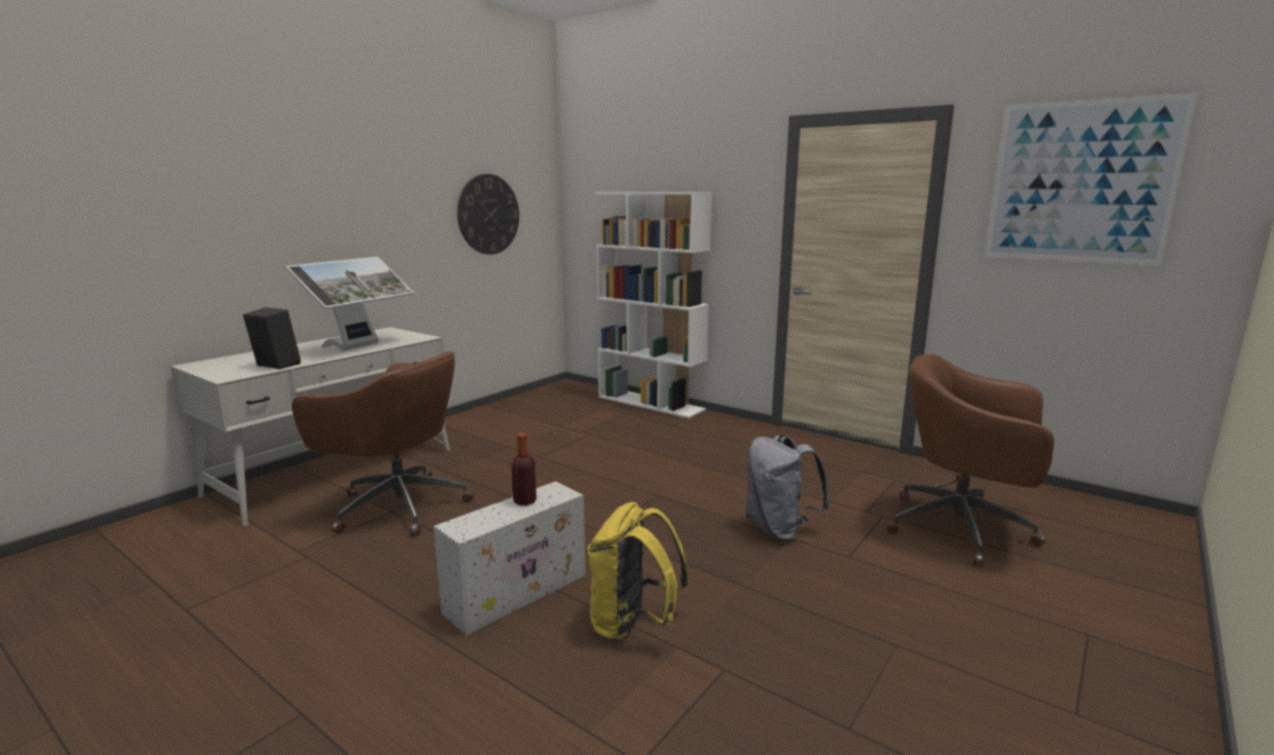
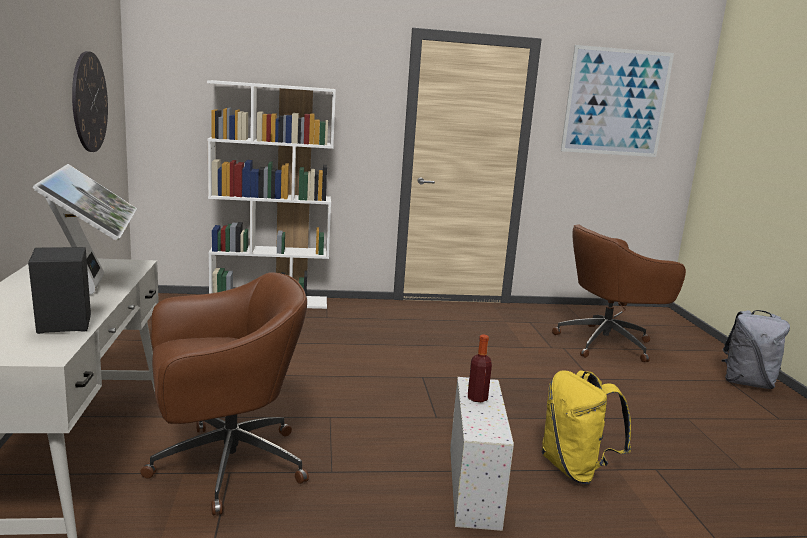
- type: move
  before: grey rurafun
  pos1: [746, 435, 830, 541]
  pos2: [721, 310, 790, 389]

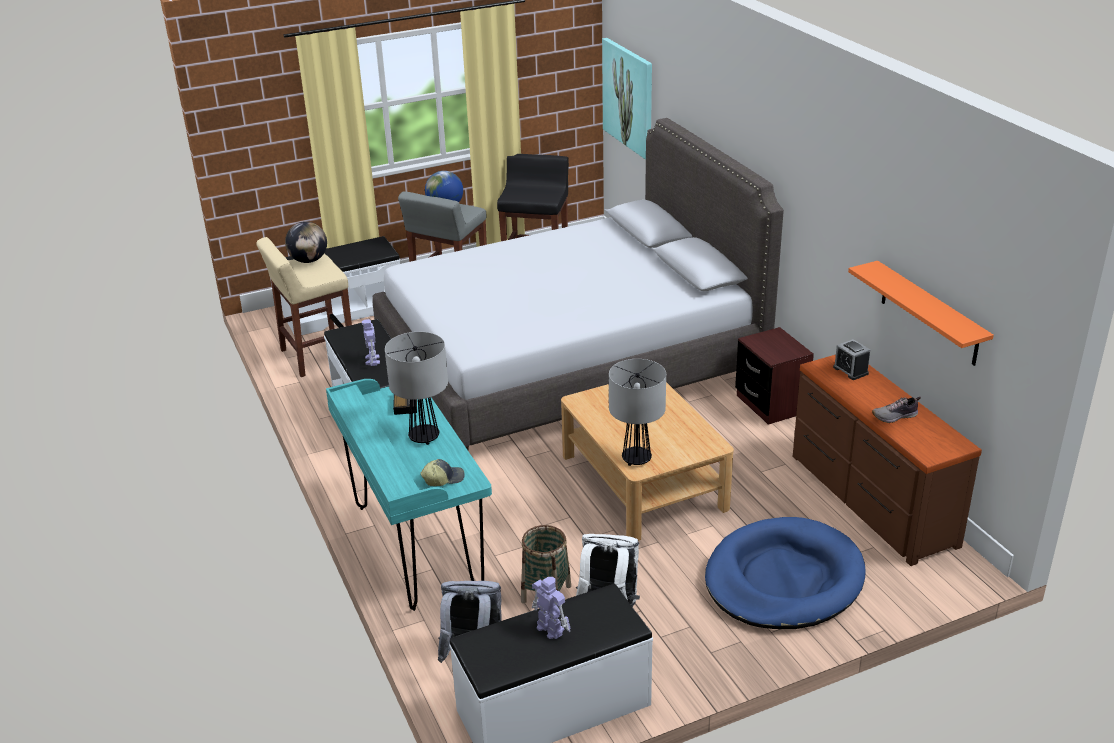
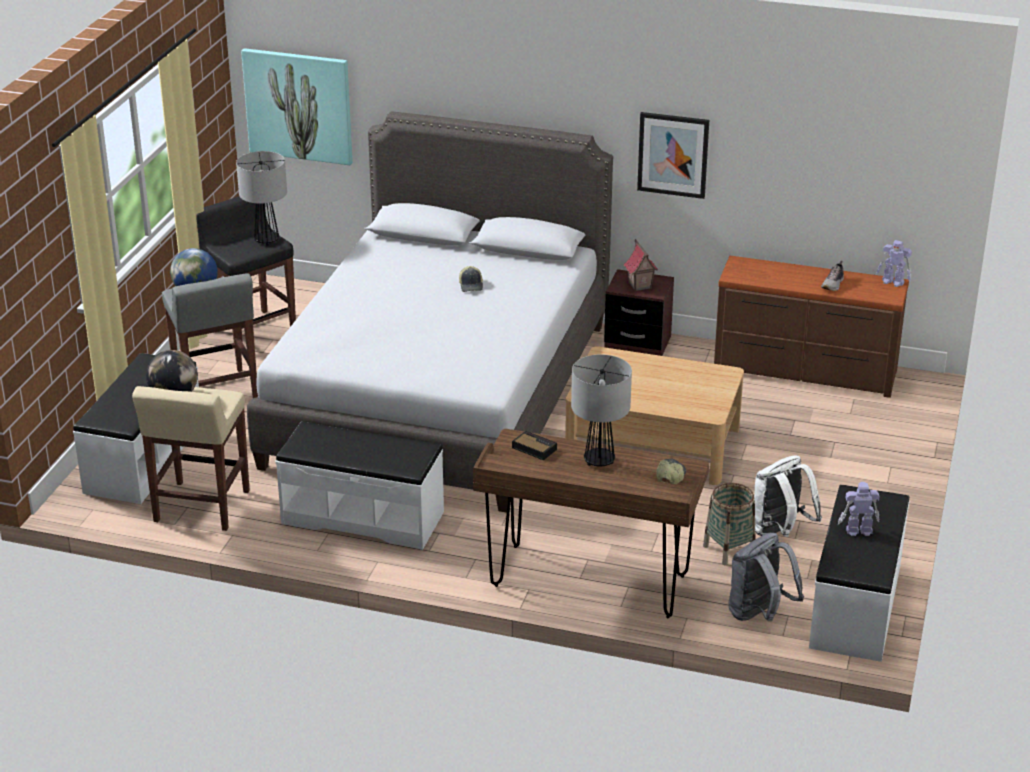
- type: move
  before: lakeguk
  pos1: [609, 359, 666, 466]
  pos2: [236, 151, 287, 246]
- type: insert
  after: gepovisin
  pos2: [459, 266, 483, 292]
- type: recolor
  before: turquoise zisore
  after: brown zisore
  pos1: [326, 379, 492, 611]
  pos2: [473, 429, 709, 618]
- type: insert
  after: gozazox
  pos2: [624, 239, 658, 291]
- type: insert
  after: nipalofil
  pos2: [637, 112, 709, 199]
- type: move
  before: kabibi
  pos1: [362, 319, 380, 366]
  pos2: [876, 240, 912, 287]
- type: delete
  before: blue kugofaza
  pos1: [705, 517, 866, 629]
- type: delete
  before: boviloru
  pos1: [833, 339, 870, 380]
- type: delete
  before: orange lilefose
  pos1: [848, 261, 994, 366]

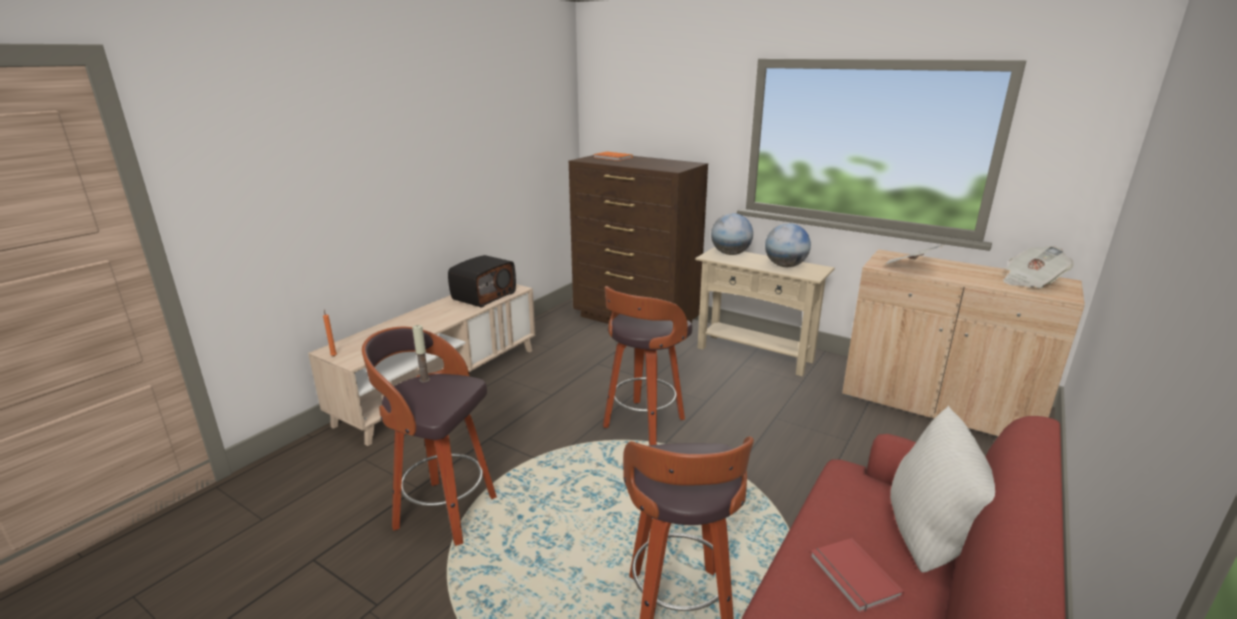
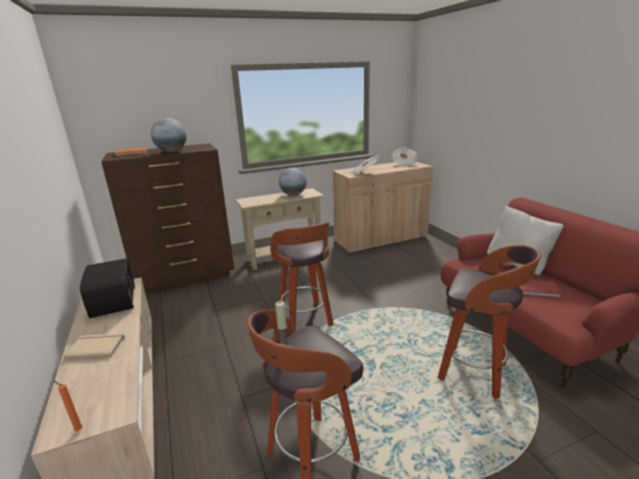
- type: insert
  after: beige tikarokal
  pos2: [64, 333, 125, 360]
- type: move
  before: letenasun
  pos1: [711, 213, 753, 255]
  pos2: [151, 118, 187, 152]

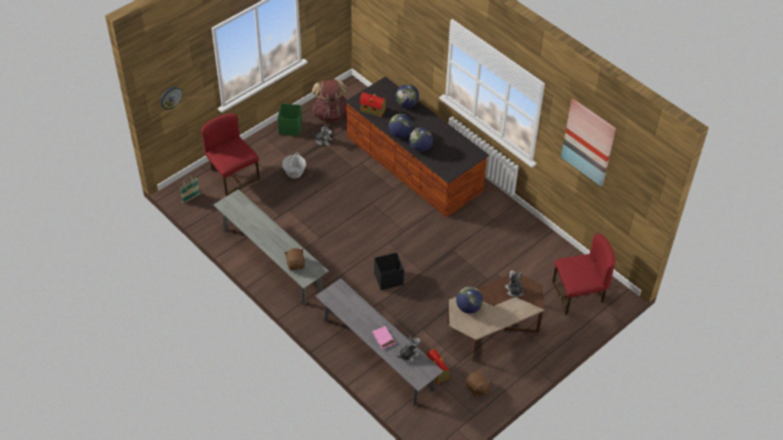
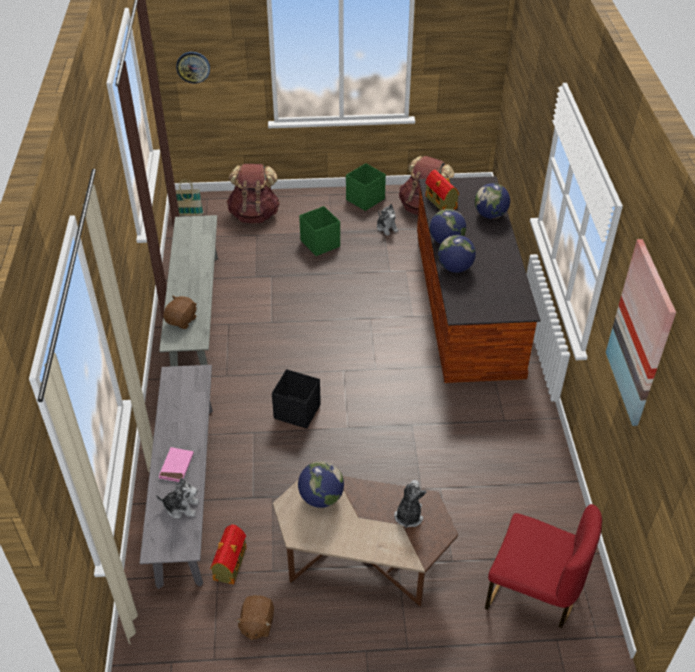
- type: replace
  before: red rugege
  after: brown rurafun
  pos1: [201, 113, 260, 196]
  pos2: [226, 164, 280, 223]
- type: replace
  before: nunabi
  after: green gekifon
  pos1: [282, 153, 306, 179]
  pos2: [299, 206, 340, 256]

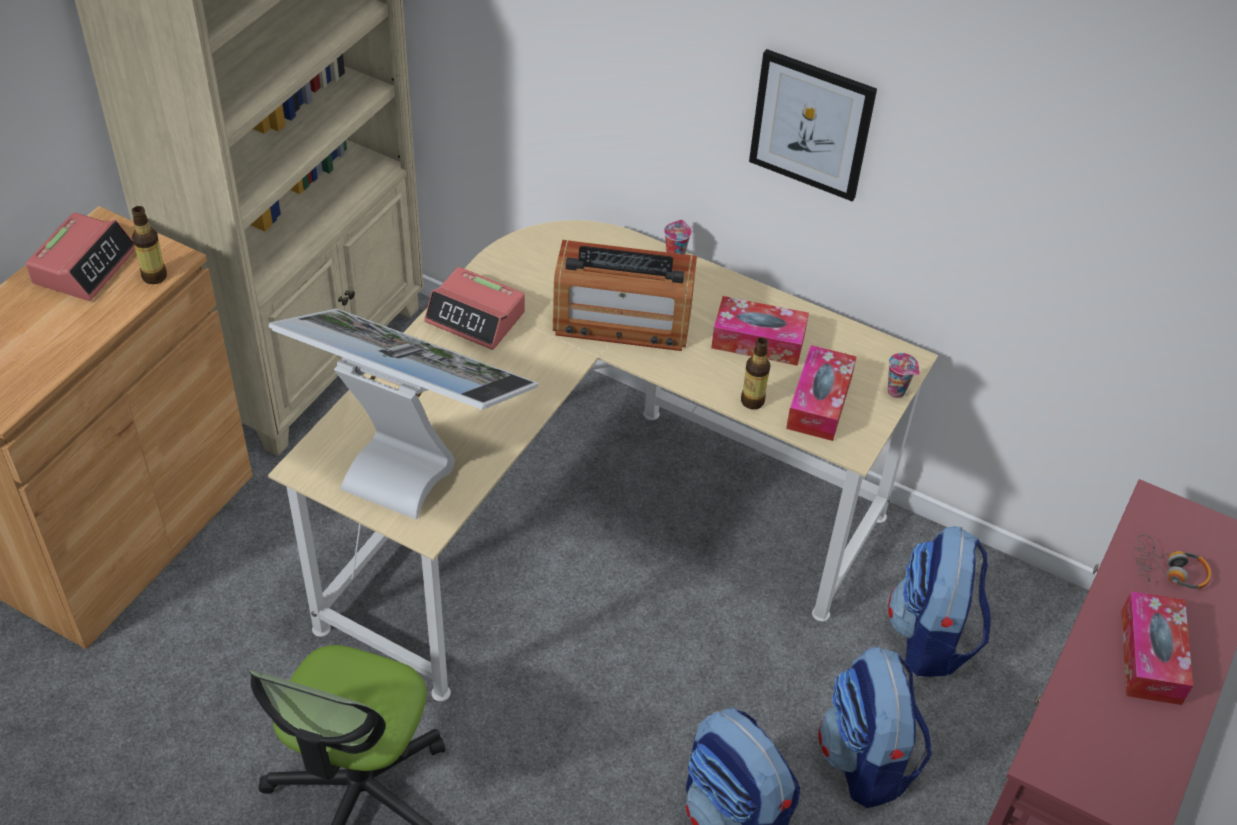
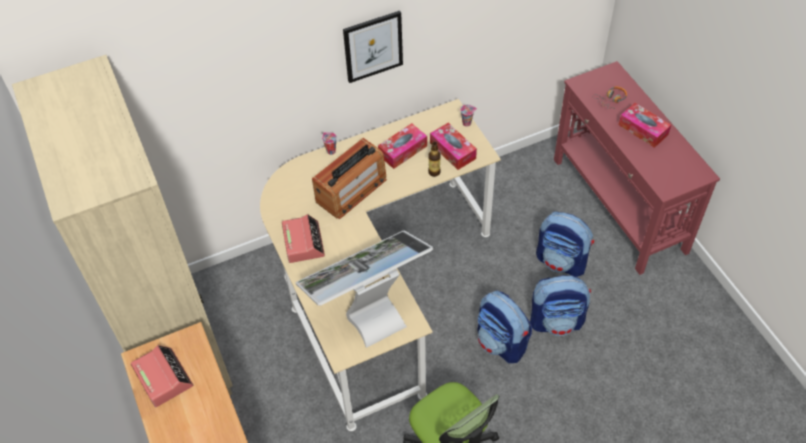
- type: rotate
  before: boviloru
  pos1: [424, 267, 525, 350]
  pos2: [282, 214, 325, 263]
  turn: -75
- type: move
  before: rurafun
  pos1: [888, 526, 991, 677]
  pos2: [477, 290, 532, 363]
- type: delete
  before: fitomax
  pos1: [132, 206, 167, 284]

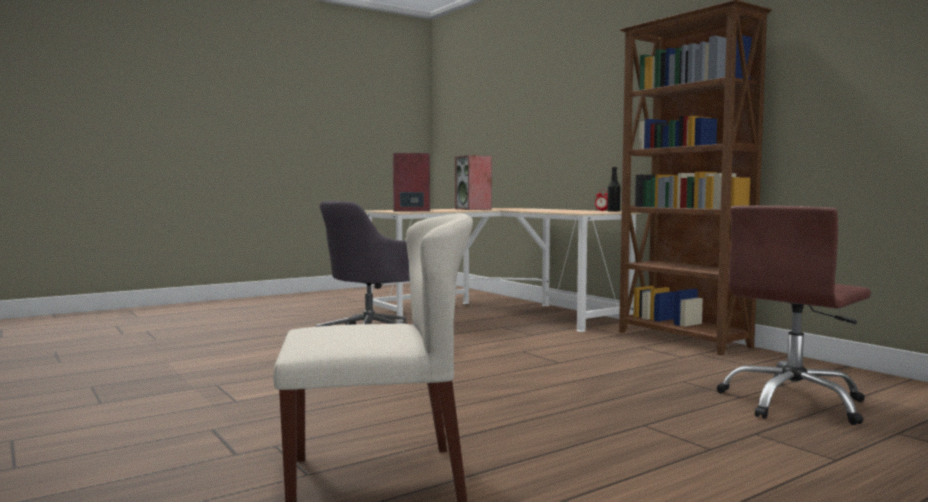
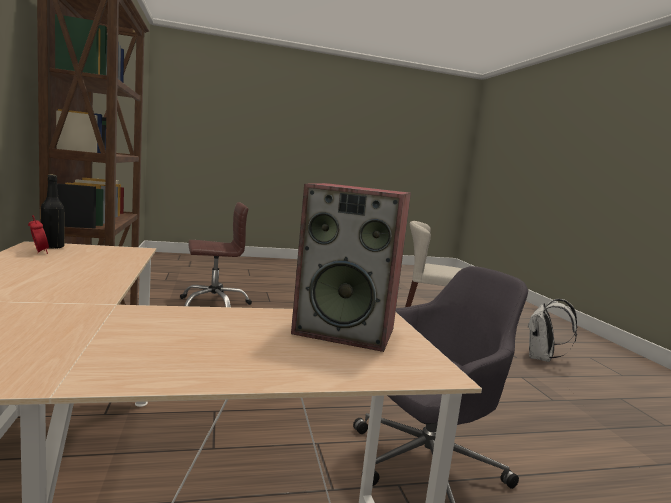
- type: insert
  after: white rurafun
  pos2: [527, 299, 577, 362]
- type: delete
  before: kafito
  pos1: [455, 155, 492, 210]

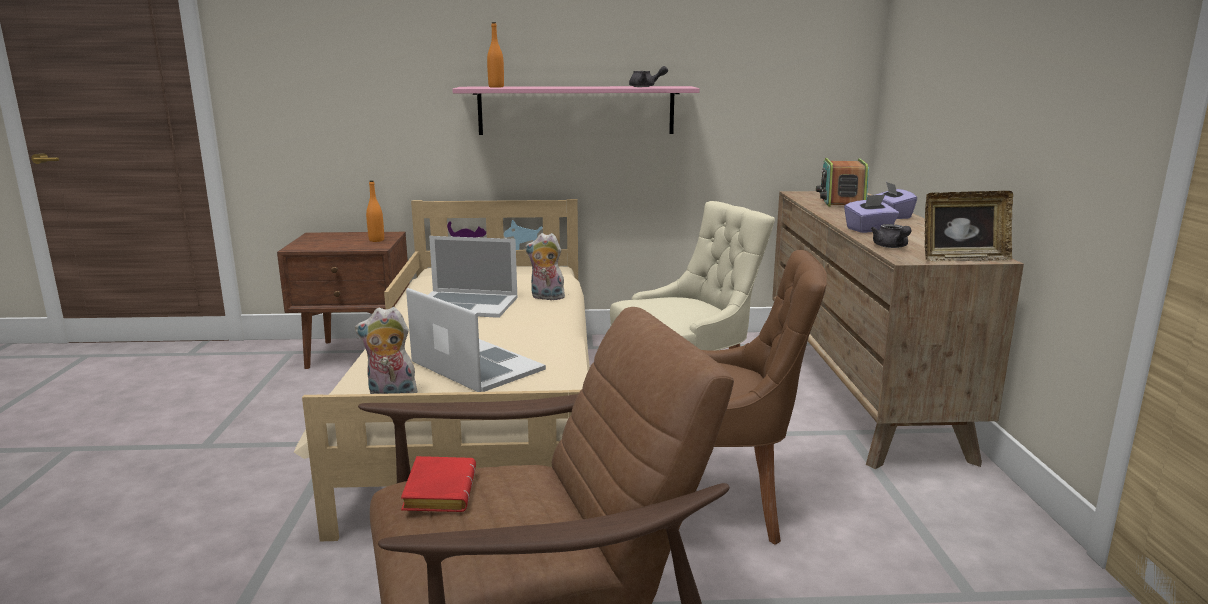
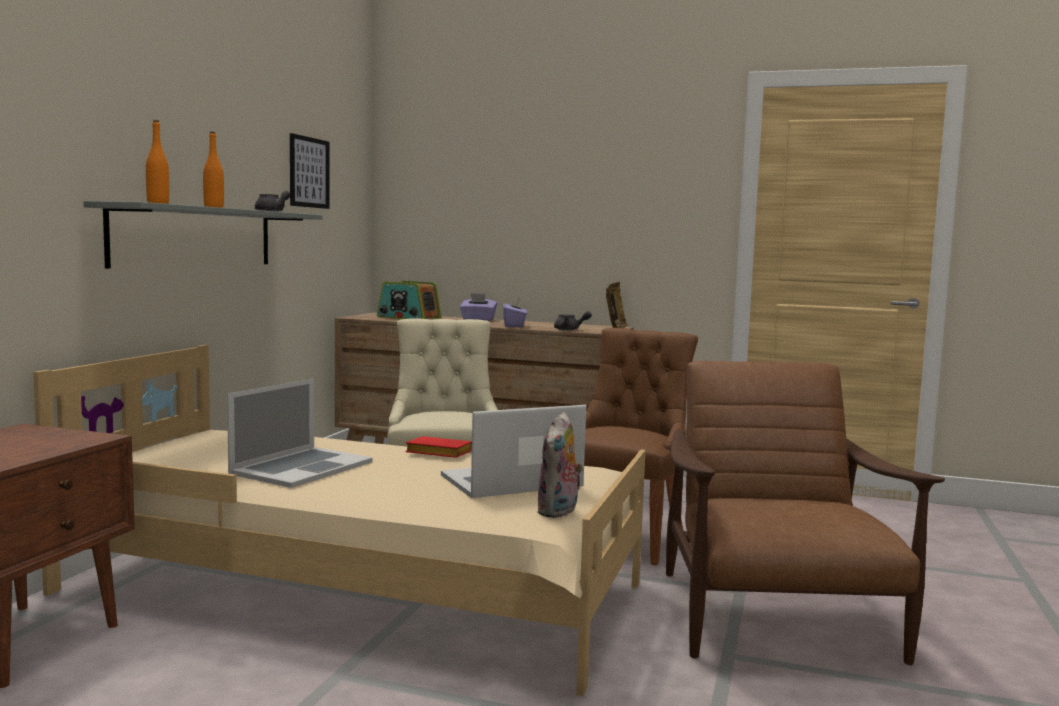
- type: recolor
  before: pink lilefose
  after: grey lilefose
  pos1: [452, 86, 700, 135]
  pos2: [83, 201, 322, 269]
- type: move
  before: orange fitomax
  pos1: [366, 180, 384, 242]
  pos2: [203, 132, 224, 208]
- type: insert
  after: nipalofil
  pos2: [290, 133, 329, 209]
- type: move
  before: red tikarokal
  pos1: [401, 456, 476, 512]
  pos2: [405, 436, 472, 458]
- type: delete
  before: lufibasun
  pos1: [525, 233, 565, 300]

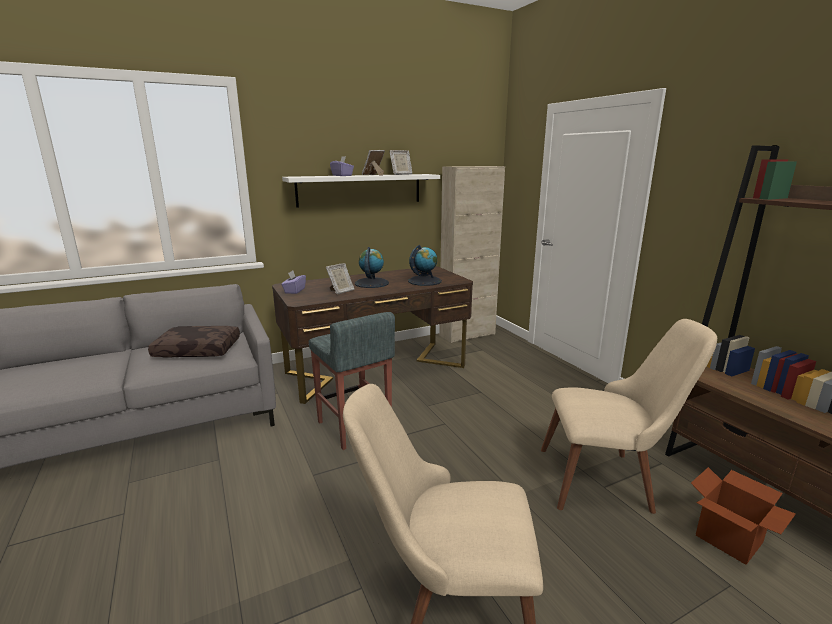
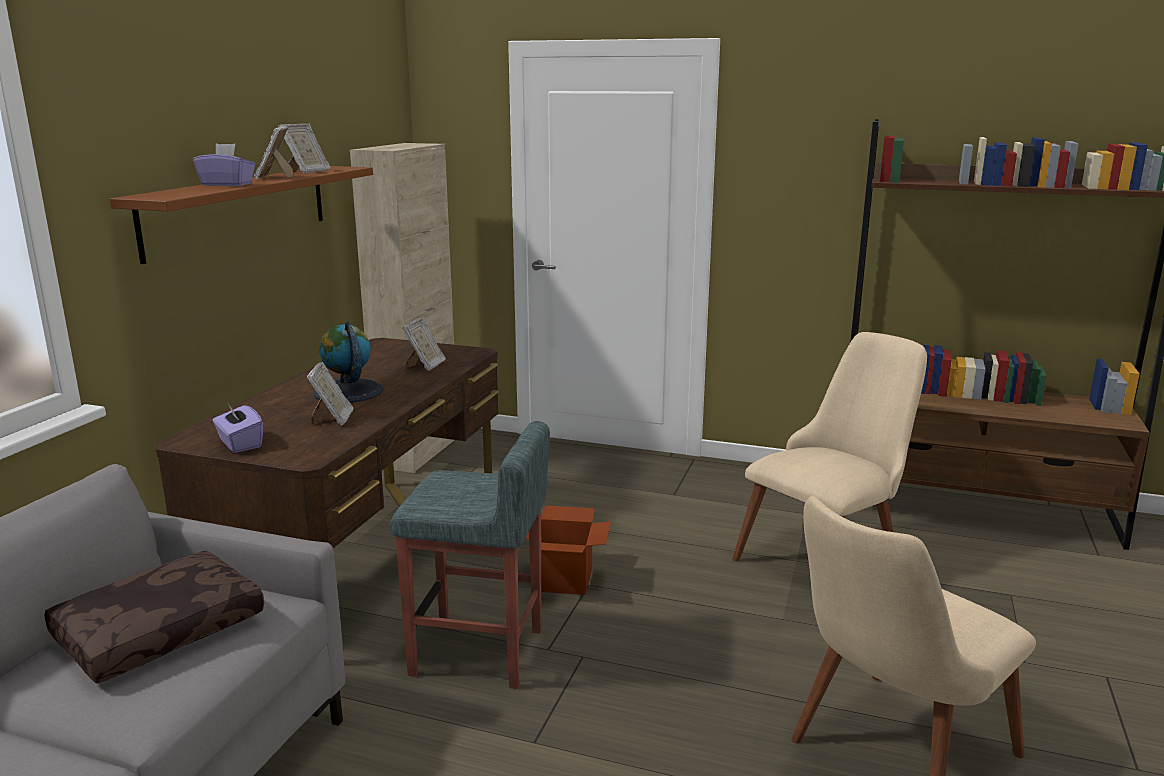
- type: recolor
  before: white lilefose
  after: brown lilefose
  pos1: [282, 174, 440, 208]
  pos2: [110, 166, 373, 264]
- type: replace
  before: letenasun
  after: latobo
  pos1: [408, 245, 442, 286]
  pos2: [402, 317, 446, 371]
- type: move
  before: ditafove
  pos1: [691, 467, 796, 565]
  pos2: [525, 505, 611, 595]

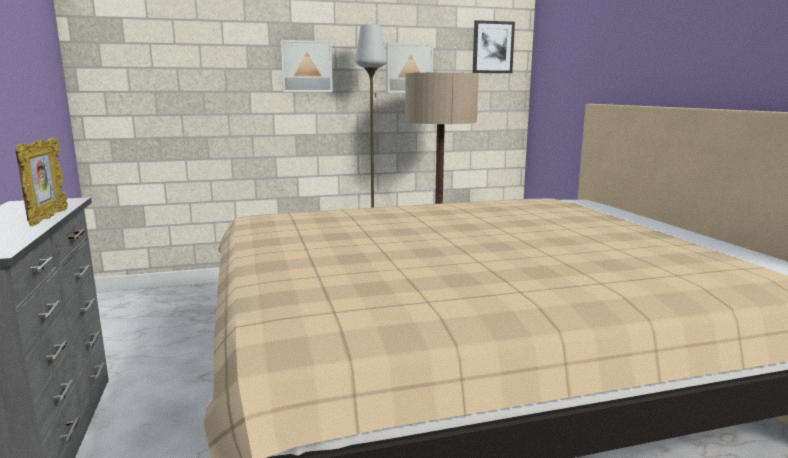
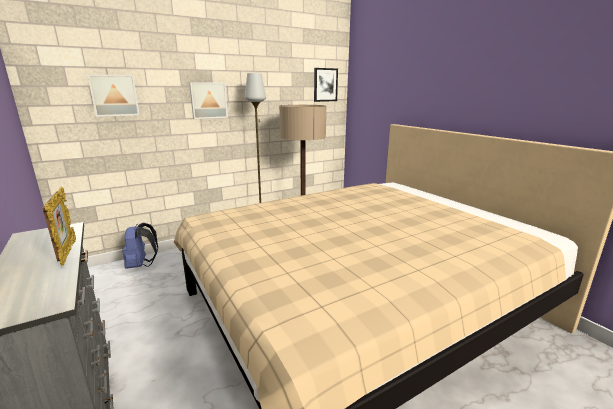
- type: move
  before: nipalofil
  pos1: [386, 43, 433, 93]
  pos2: [87, 74, 140, 117]
- type: insert
  after: blue rurafun
  pos2: [122, 223, 158, 269]

